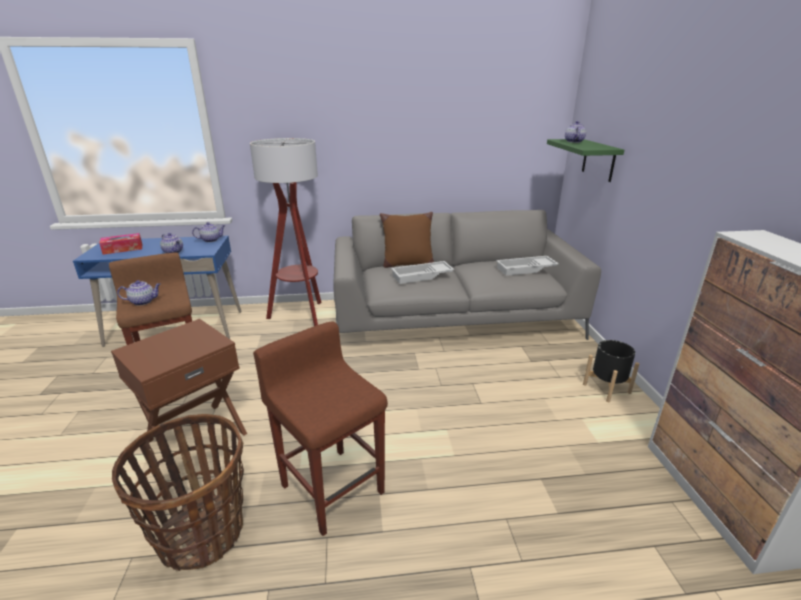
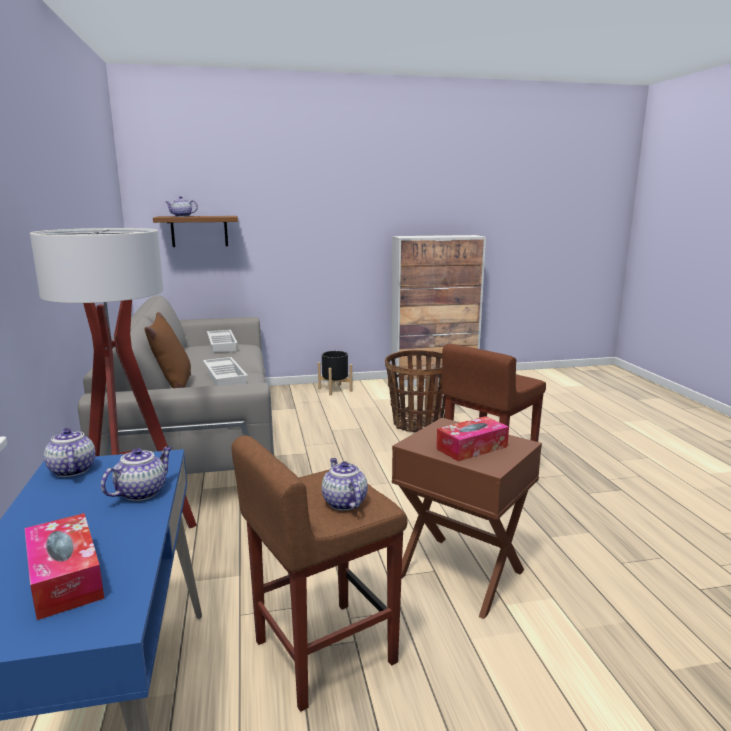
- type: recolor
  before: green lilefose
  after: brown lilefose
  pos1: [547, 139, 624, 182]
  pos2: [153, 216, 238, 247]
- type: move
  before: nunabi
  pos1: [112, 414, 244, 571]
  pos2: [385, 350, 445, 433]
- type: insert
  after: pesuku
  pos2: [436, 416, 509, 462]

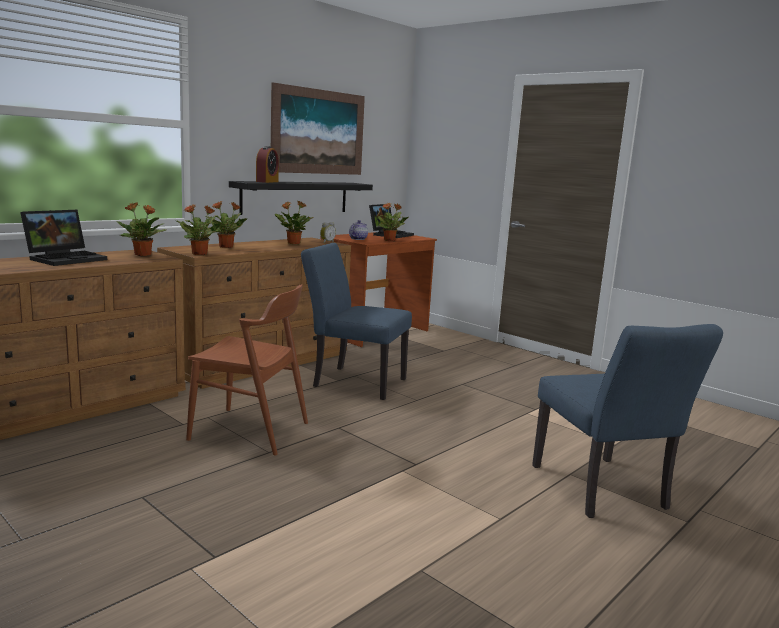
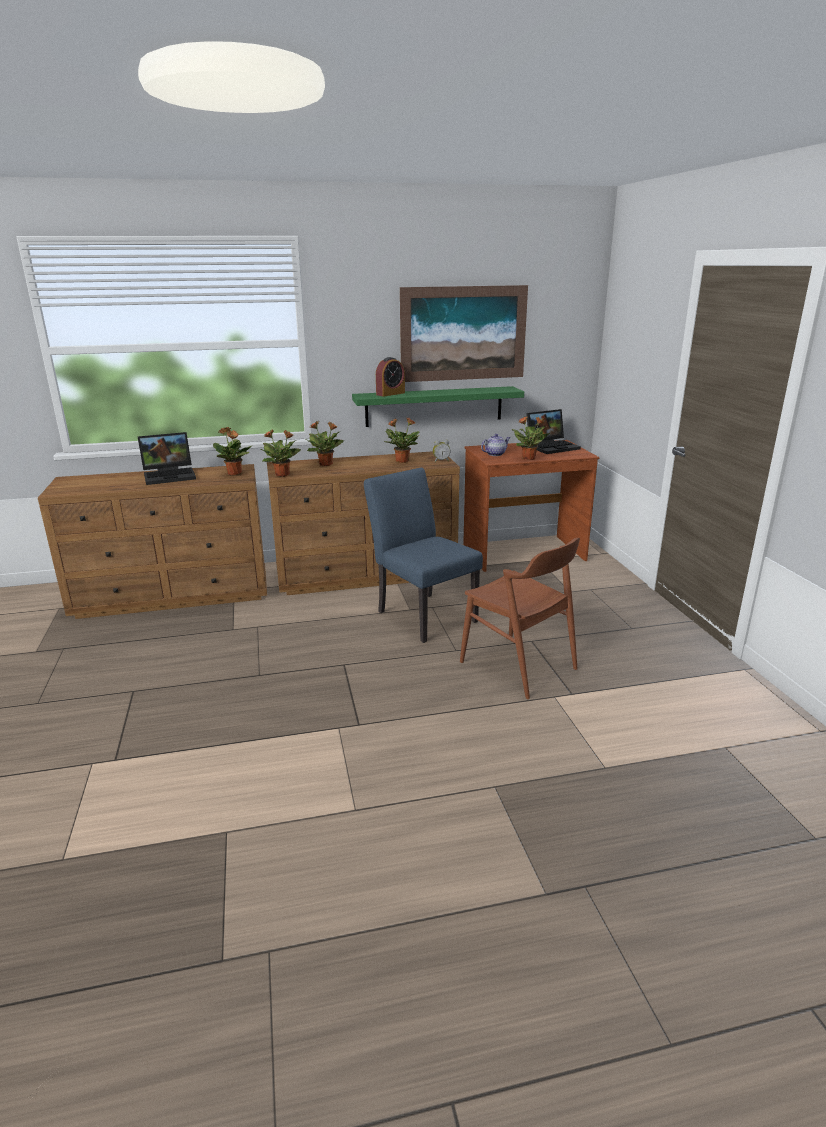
- type: recolor
  before: black lilefose
  after: green lilefose
  pos1: [229, 181, 373, 215]
  pos2: [352, 386, 524, 427]
- type: move
  before: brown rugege
  pos1: [186, 284, 308, 456]
  pos2: [460, 538, 580, 699]
- type: delete
  before: blue rugege
  pos1: [532, 324, 723, 518]

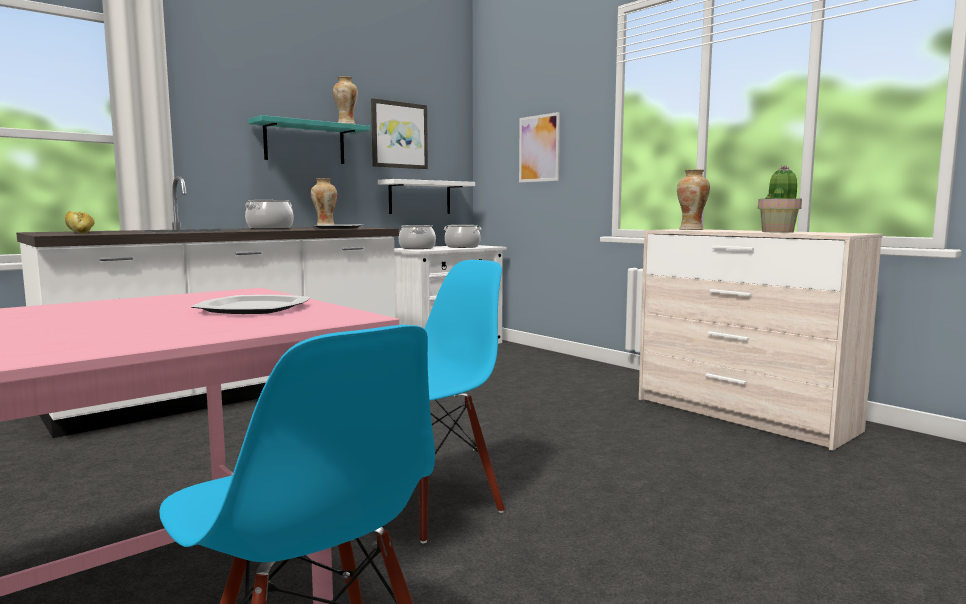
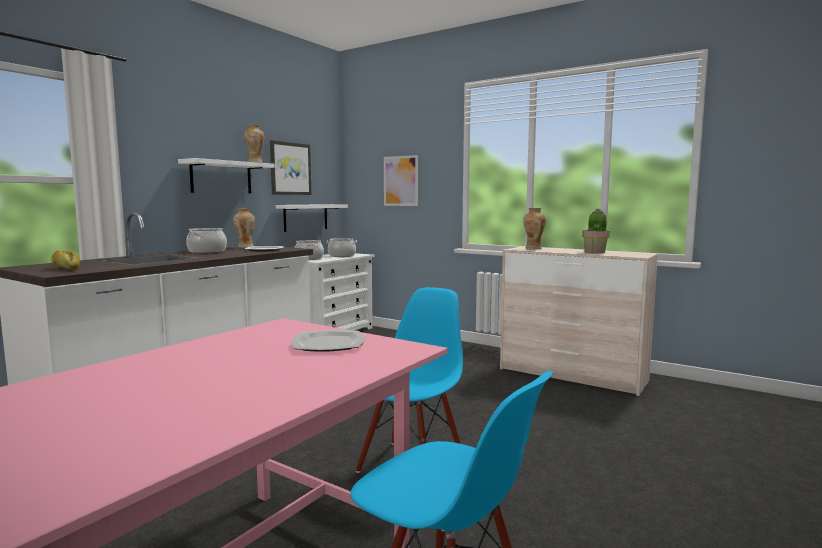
- type: recolor
  before: turquoise lilefose
  after: white lilefose
  pos1: [248, 115, 370, 164]
  pos2: [178, 158, 275, 193]

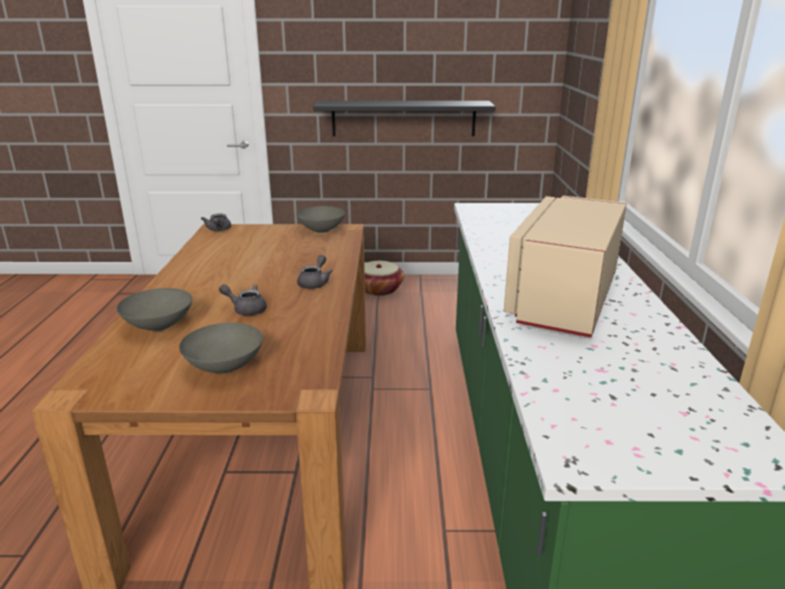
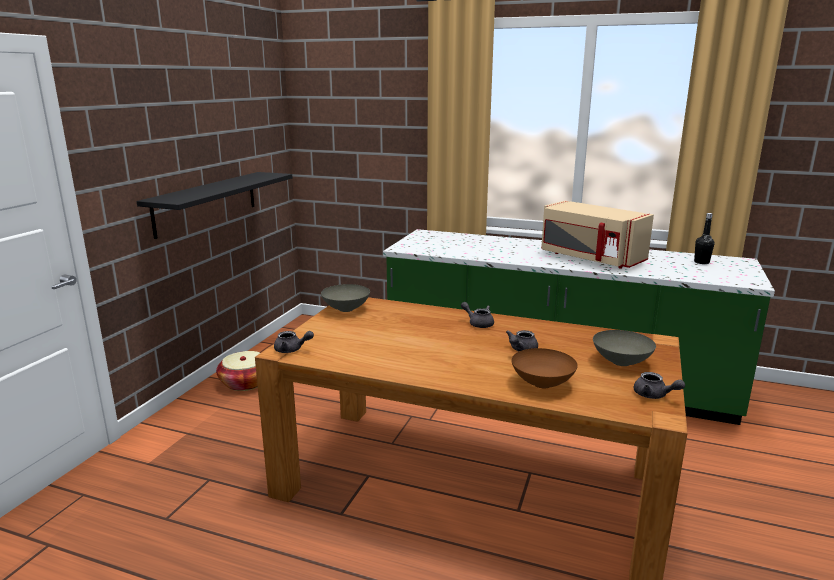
- type: recolor
  before: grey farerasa
  after: brown farerasa
  pos1: [117, 288, 192, 331]
  pos2: [511, 348, 578, 388]
- type: insert
  after: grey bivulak
  pos2: [634, 372, 685, 399]
- type: insert
  after: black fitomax
  pos2: [694, 213, 715, 264]

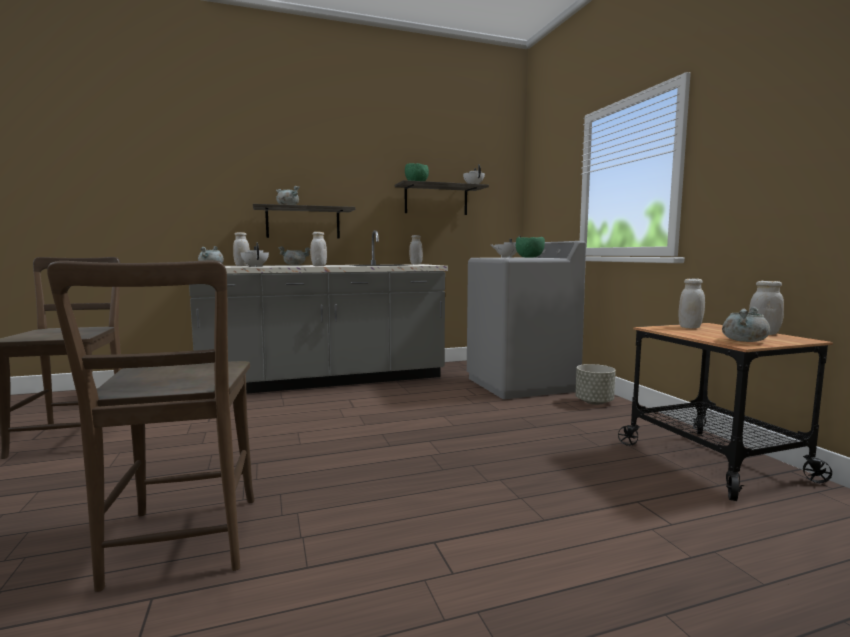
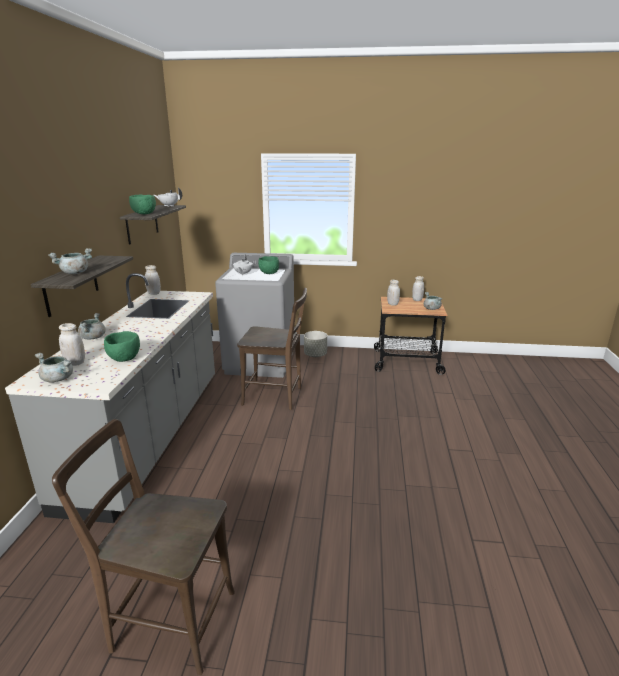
- type: replace
  before: white bivulak
  after: green farerasa
  pos1: [241, 243, 269, 267]
  pos2: [104, 331, 140, 362]
- type: move
  before: brown rugege
  pos1: [47, 260, 255, 592]
  pos2: [237, 288, 307, 410]
- type: delete
  before: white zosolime
  pos1: [310, 232, 327, 266]

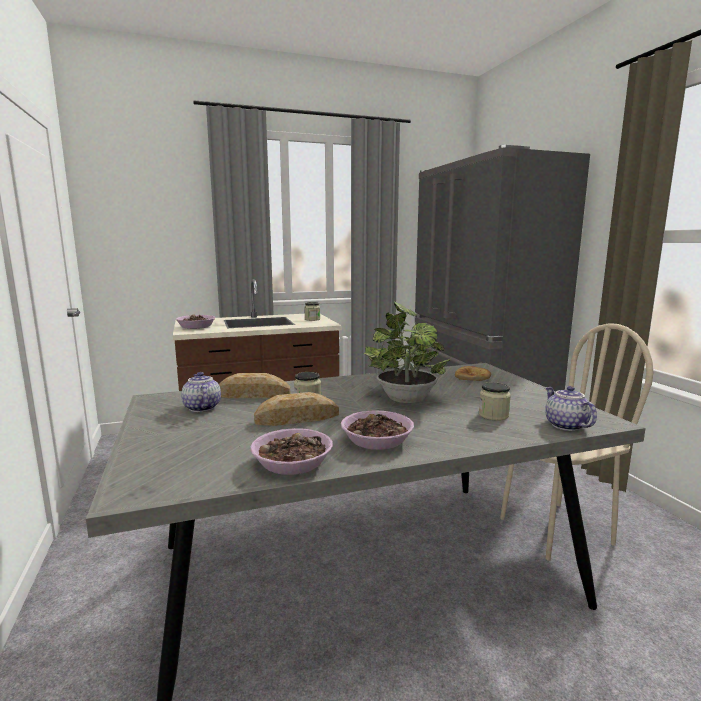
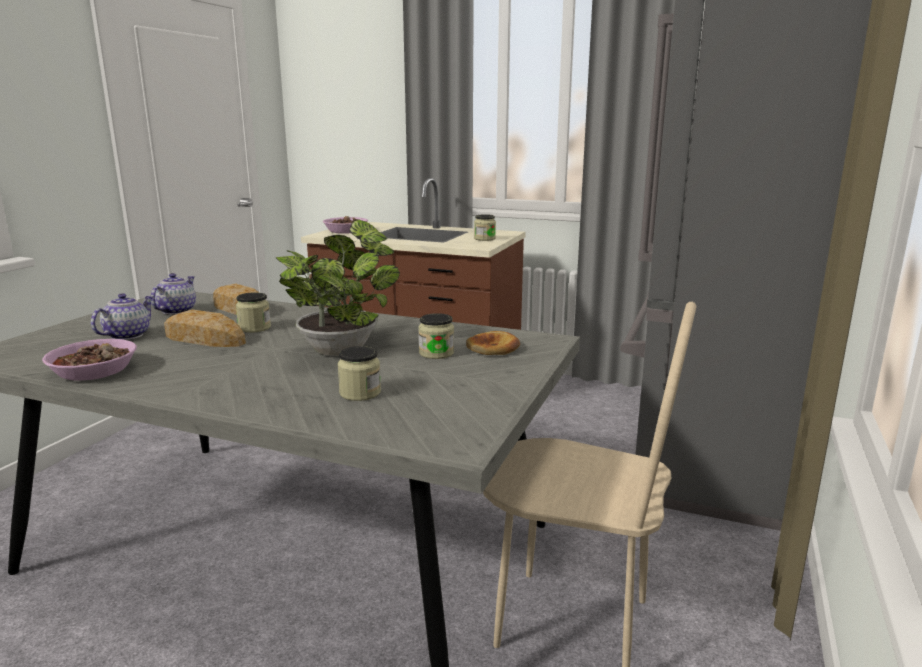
- type: move
  before: bivulak
  pos1: [545, 386, 597, 431]
  pos2: [91, 293, 153, 340]
- type: insert
  after: zosolime
  pos2: [418, 313, 454, 359]
- type: delete
  before: farerasa
  pos1: [341, 411, 414, 450]

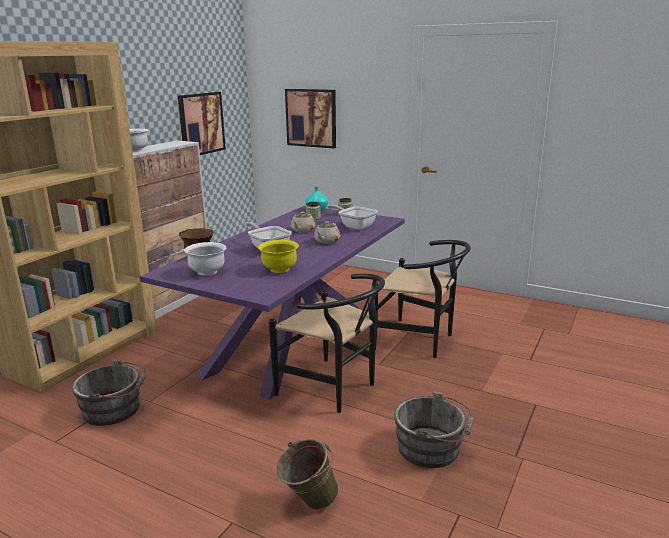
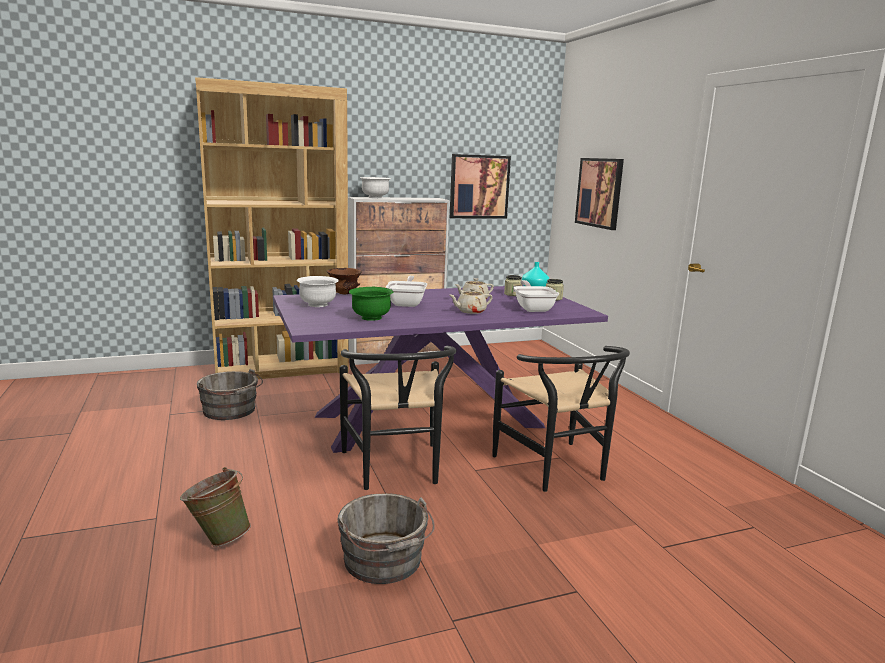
- type: recolor
  before: yellow farerasa
  after: green farerasa
  pos1: [258, 240, 299, 273]
  pos2: [349, 287, 393, 321]

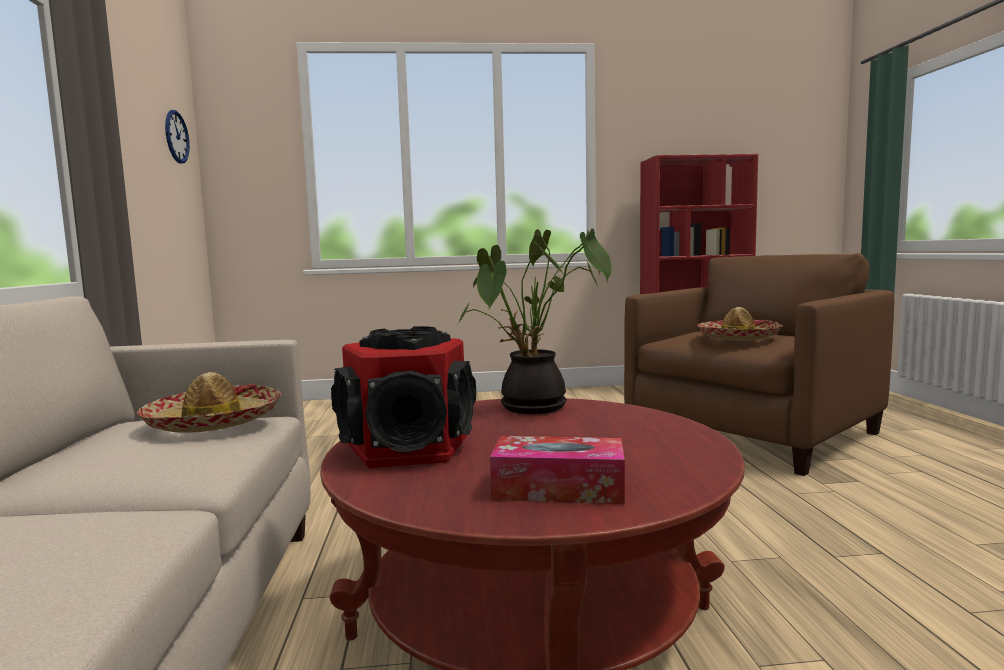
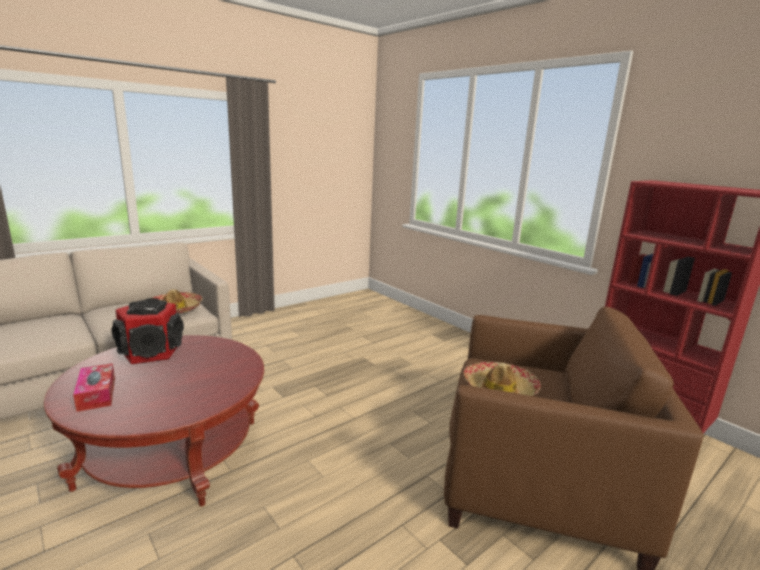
- type: delete
  before: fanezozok
  pos1: [165, 110, 190, 163]
- type: delete
  before: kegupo
  pos1: [458, 228, 612, 414]

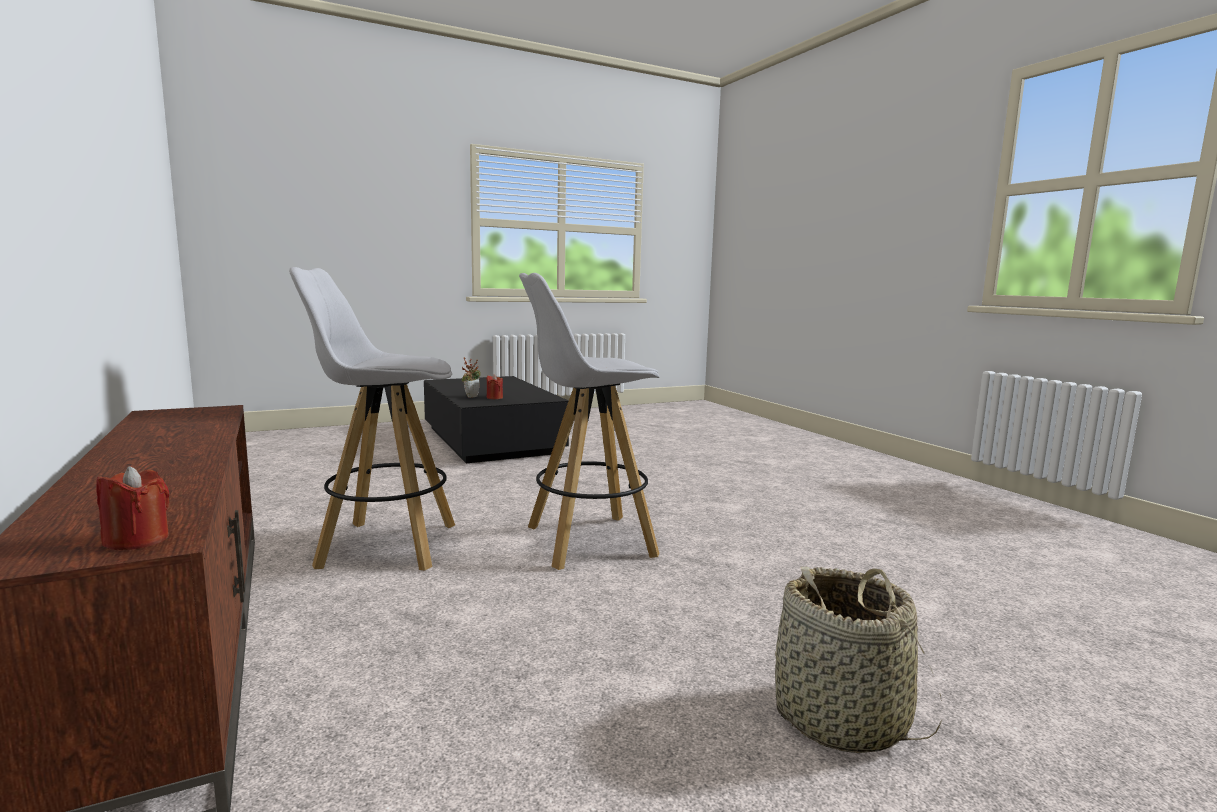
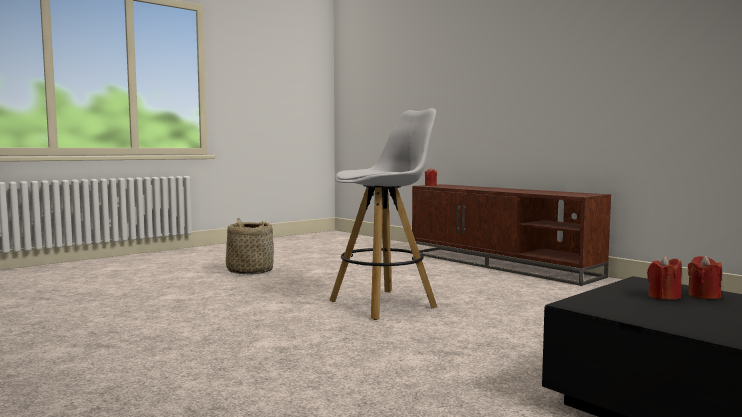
- type: replace
  before: kegupo
  after: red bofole
  pos1: [462, 357, 481, 398]
  pos2: [688, 255, 722, 299]
- type: delete
  before: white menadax
  pos1: [289, 267, 455, 571]

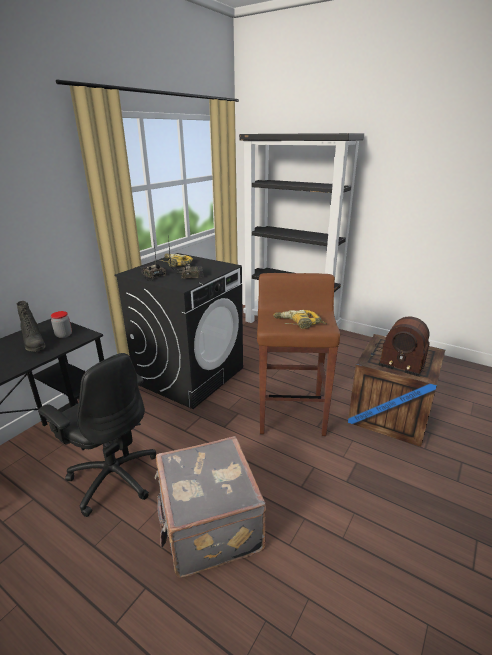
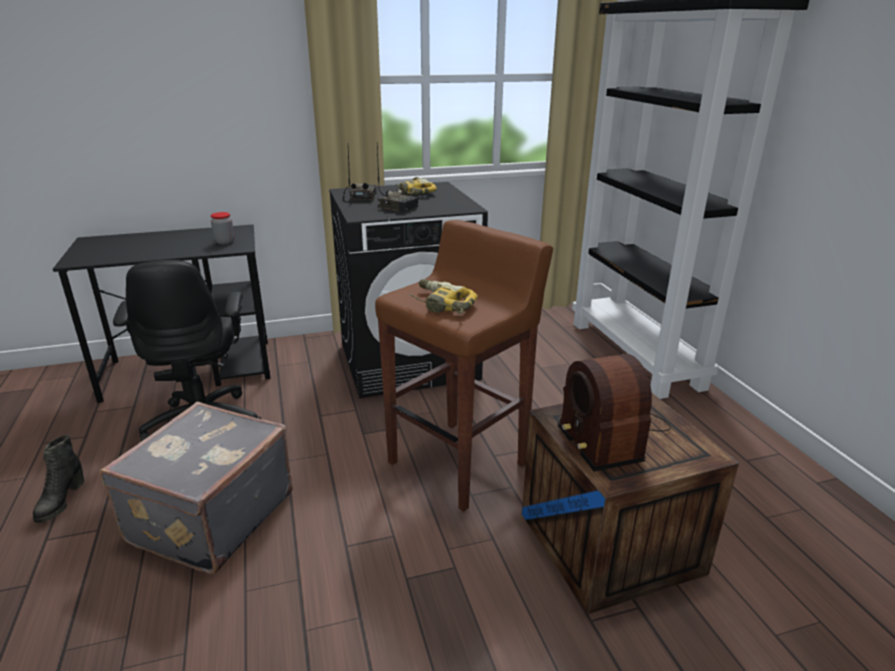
- type: move
  before: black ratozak
  pos1: [17, 301, 46, 352]
  pos2: [33, 435, 84, 523]

